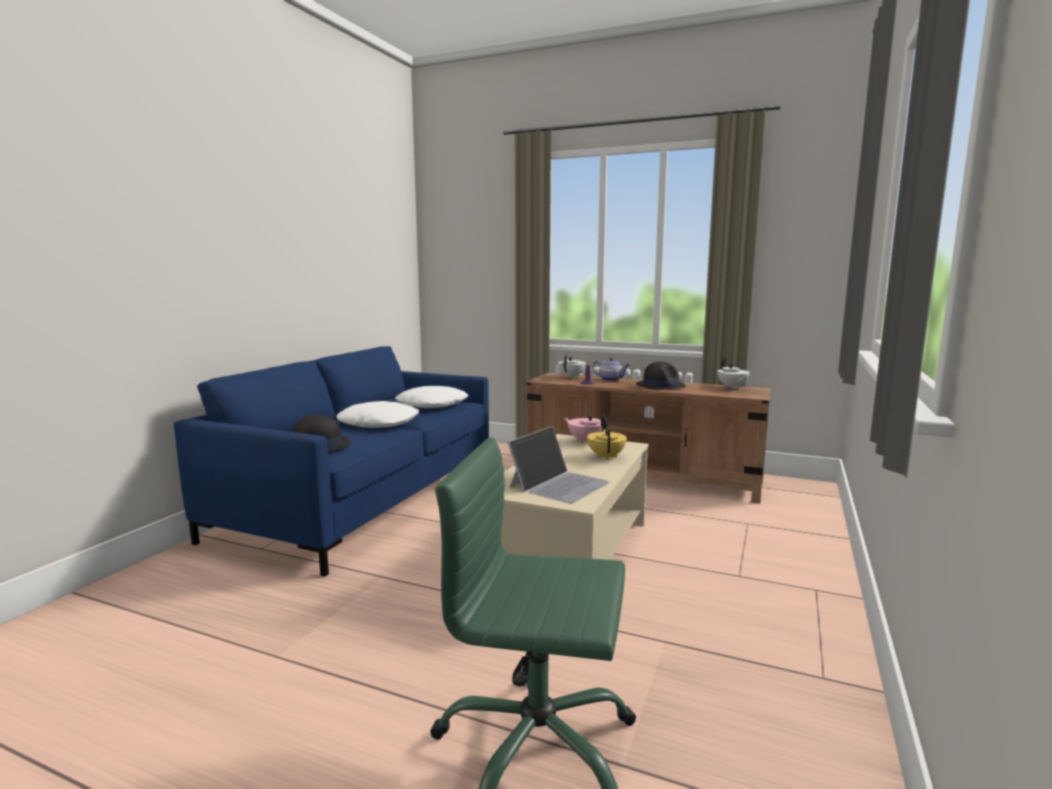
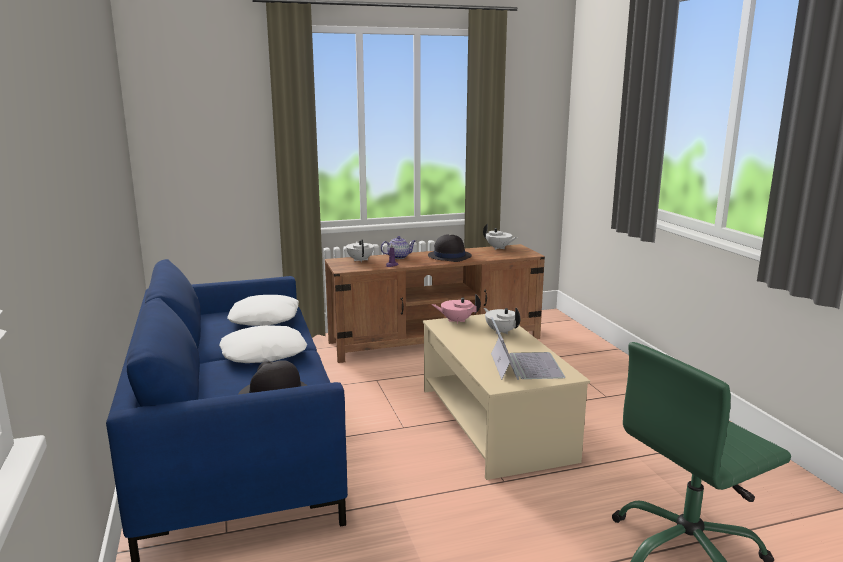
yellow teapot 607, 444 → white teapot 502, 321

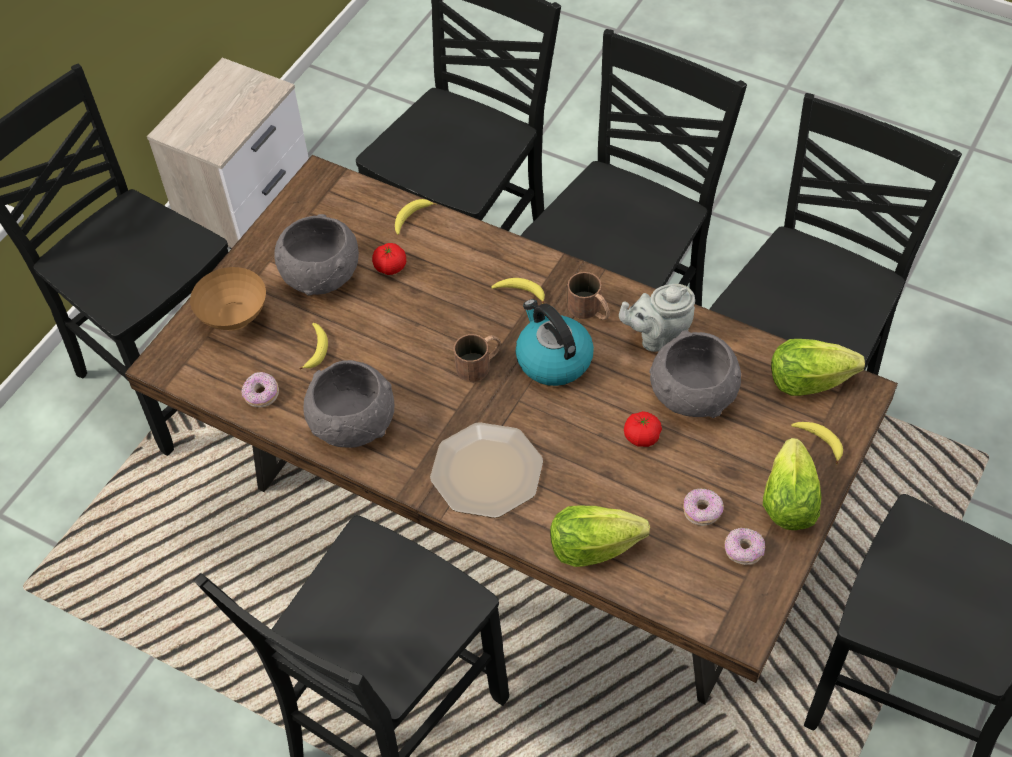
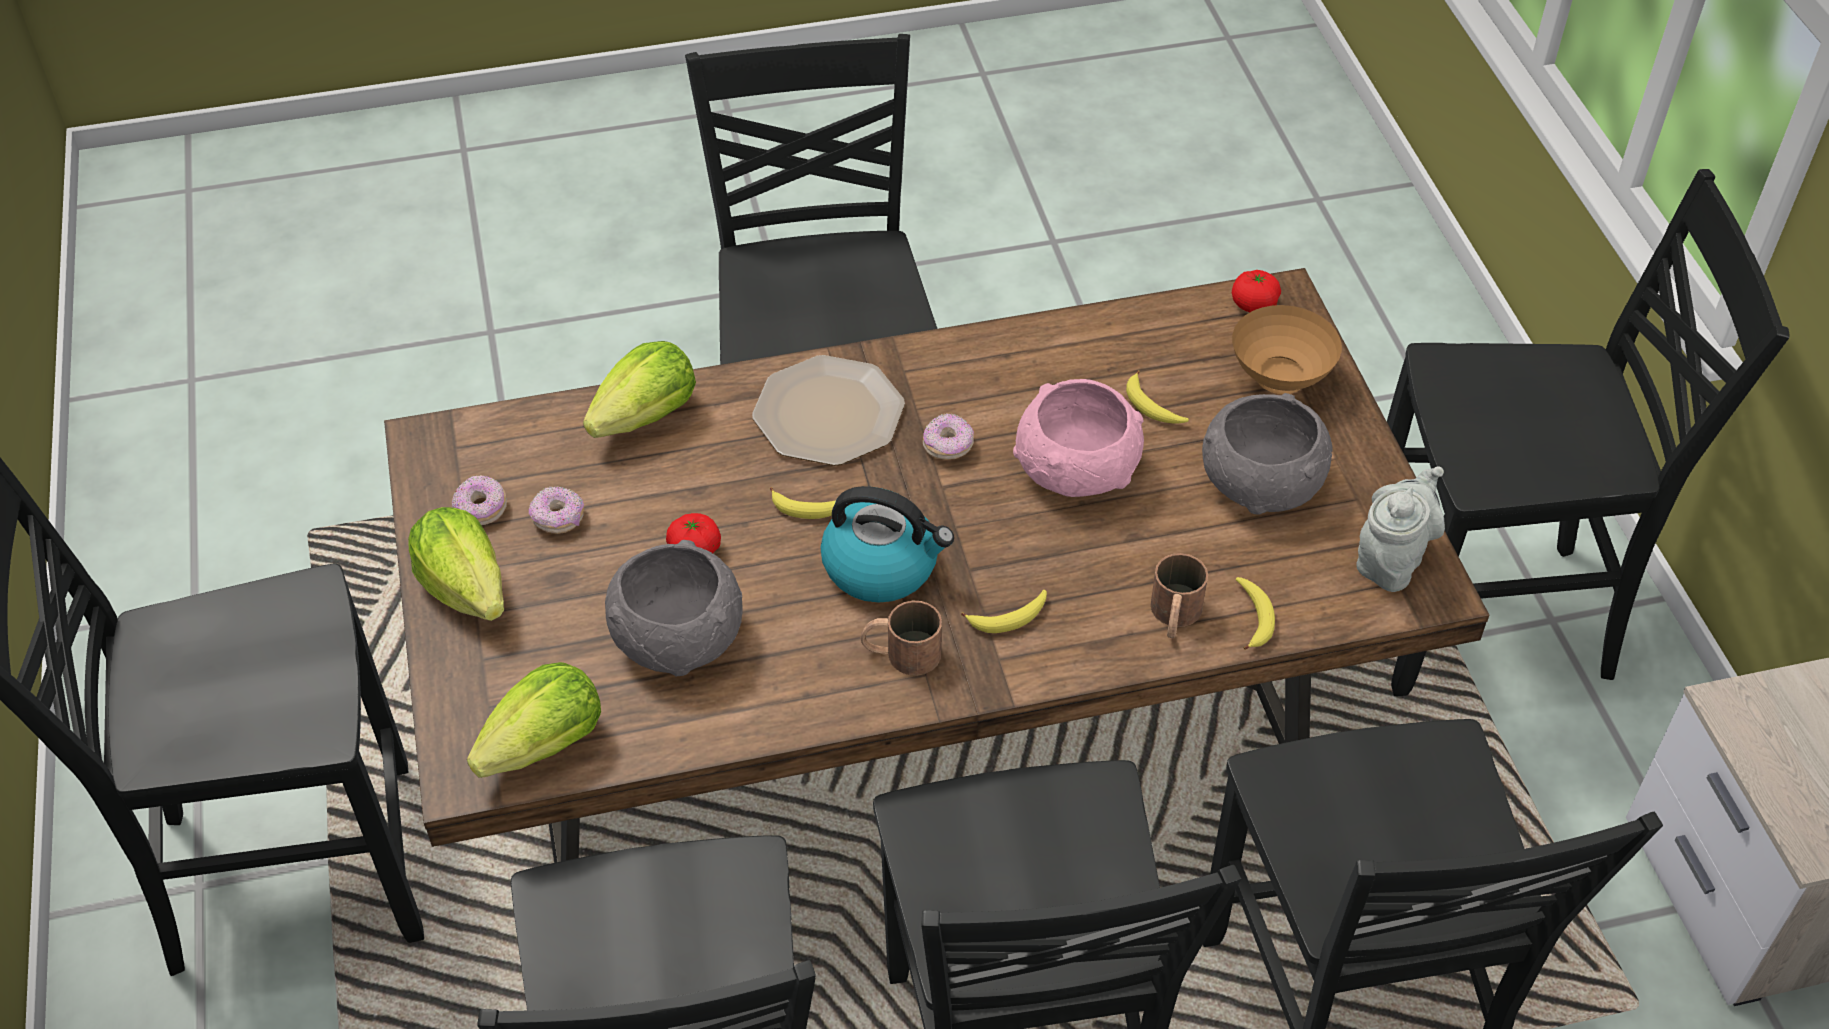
tomato 389, 259 → tomato 1256, 291, move
grey teapot 657, 318 → grey teapot 1401, 529, move
brown mug 477, 358 → brown mug 1179, 595, move
grey bowl 348, 404 → -
donut 260, 390 → donut 948, 436, move
banana 817, 443 → banana 809, 503, move
- → pink bowl 1078, 438

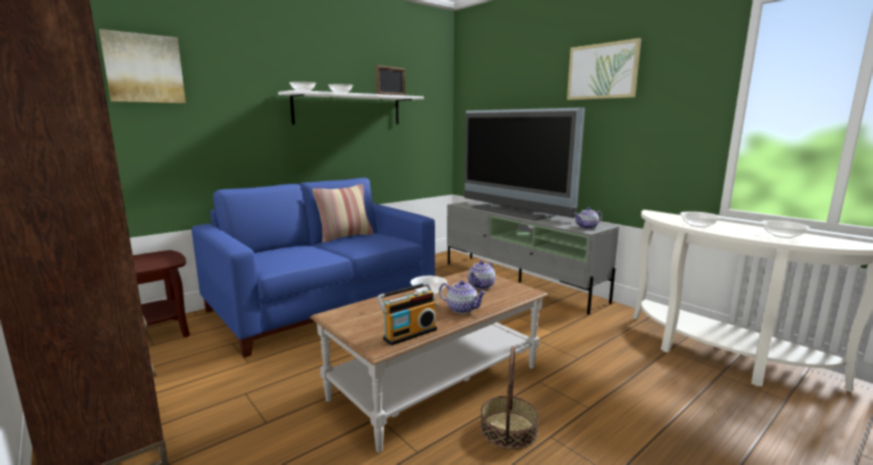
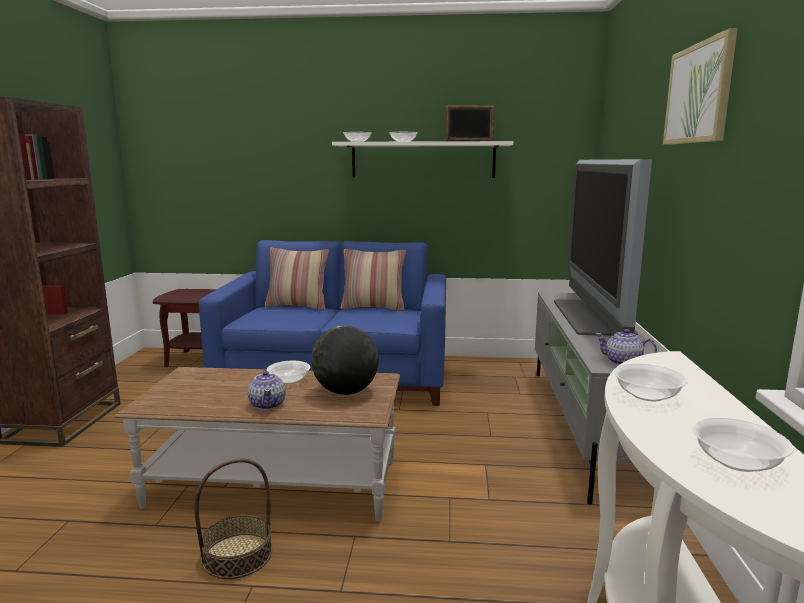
picture 142, 66 → -
teapot 481, 275 → globe 345, 360
radio 407, 314 → -
- → pillow 297, 279

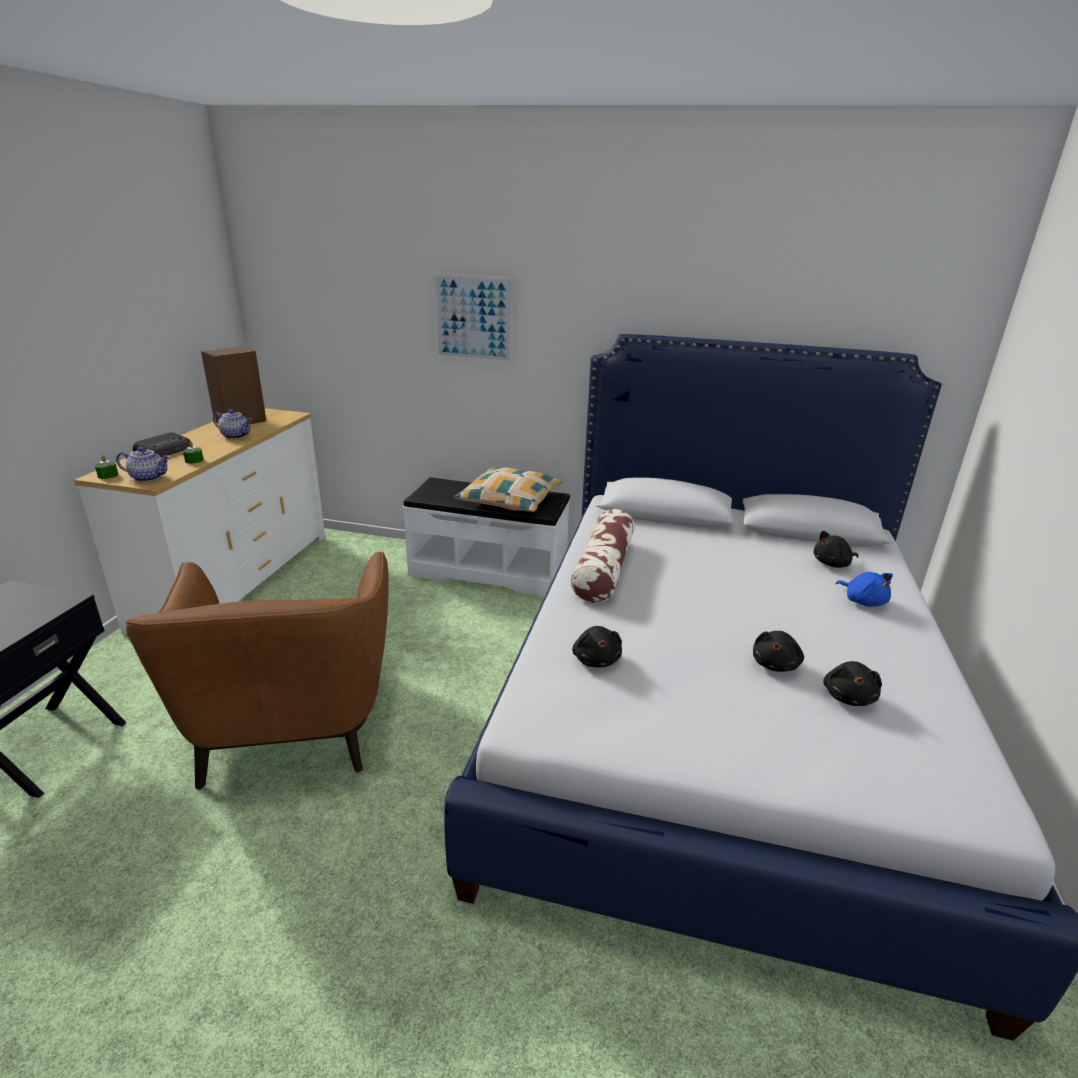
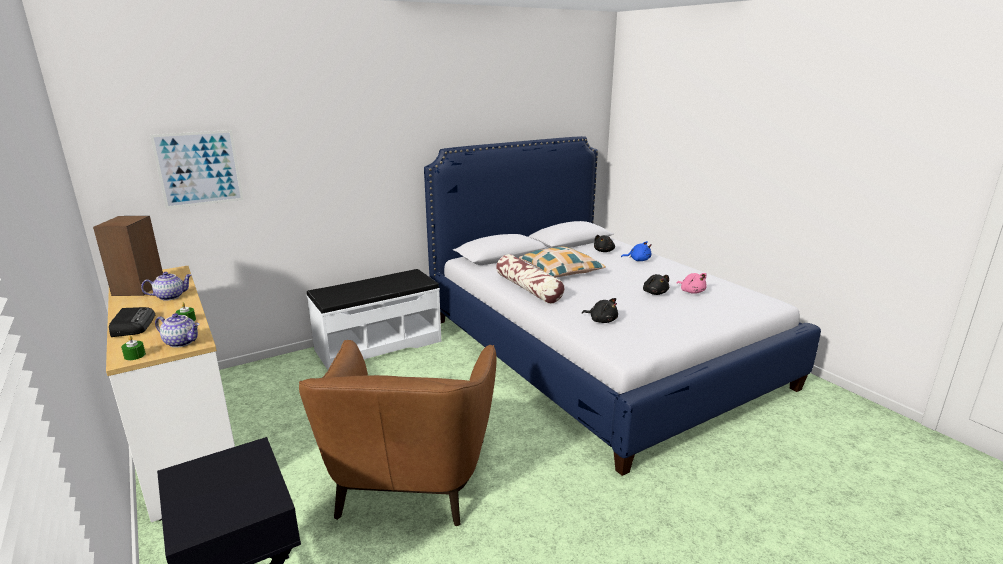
picture 473, 318 → picture 196, 169, move
teapot 143, 464 → teapot 177, 330, 60 degrees clockwise
pillow 508, 489 → pillow 562, 262, move
brown armchair 257, 671 → brown armchair 398, 433, 60 degrees clockwise
black plush toy 852, 683 → pink plush toy 691, 283

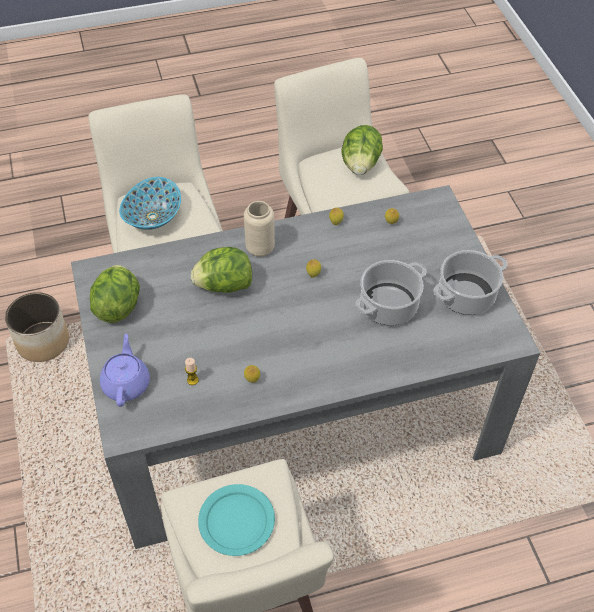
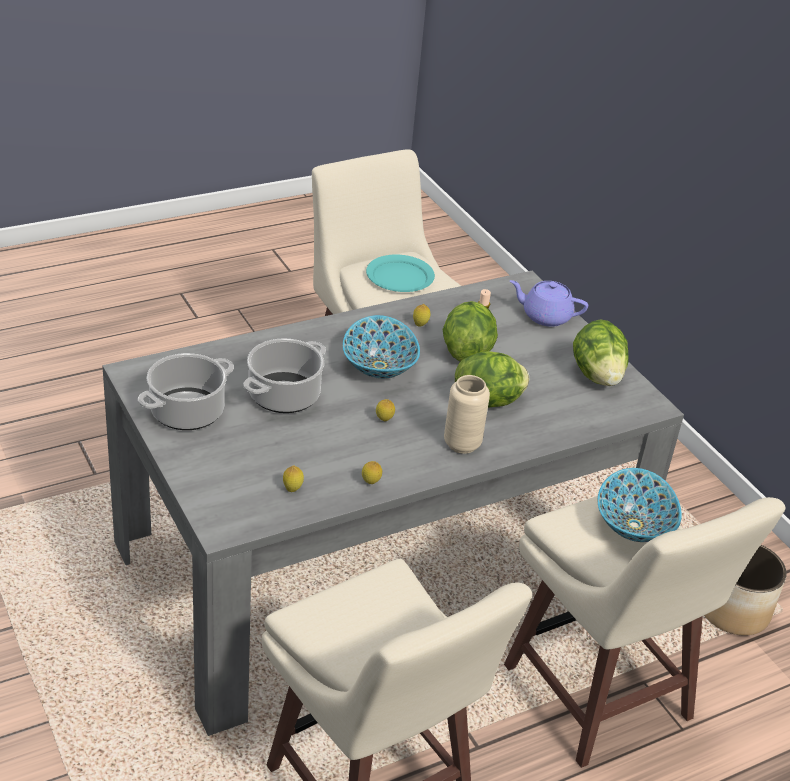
lettuce 362, 150 → lettuce 470, 331, move
purple teapot 125, 370 → purple teapot 549, 303, 120 degrees clockwise
- → bowl 381, 347

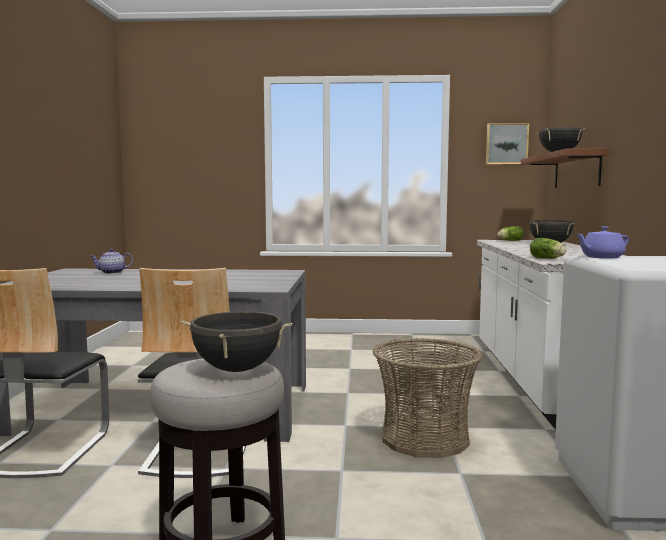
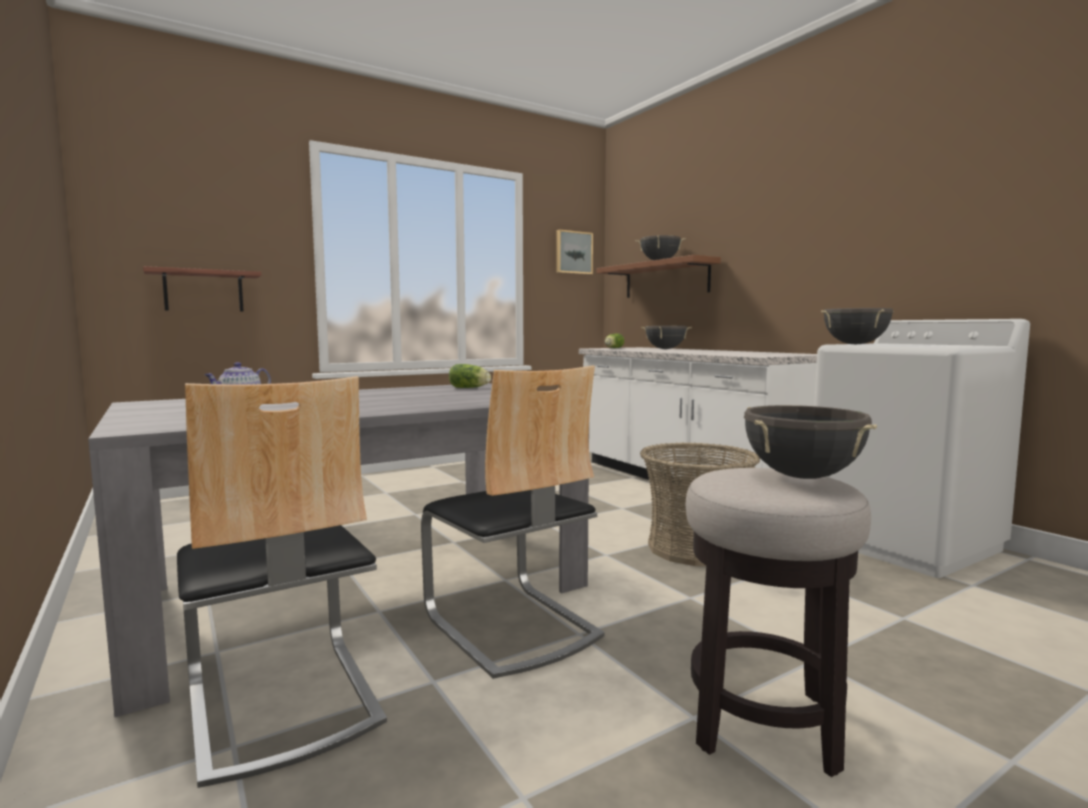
purple teapot 602, 242 → black cooking pot 857, 326
lettuce 548, 248 → lettuce 470, 376, move
- → shelf 202, 288

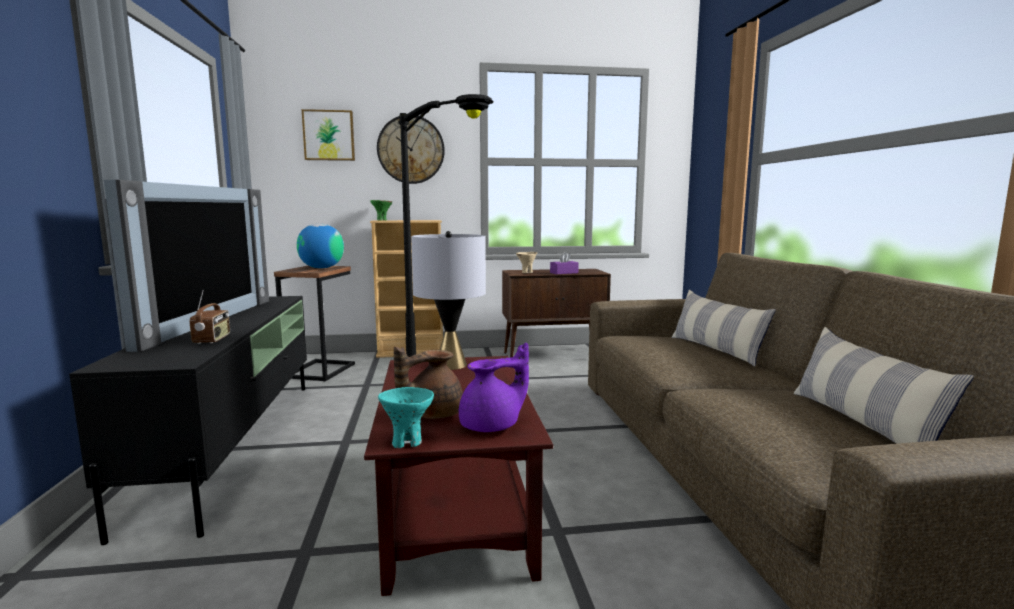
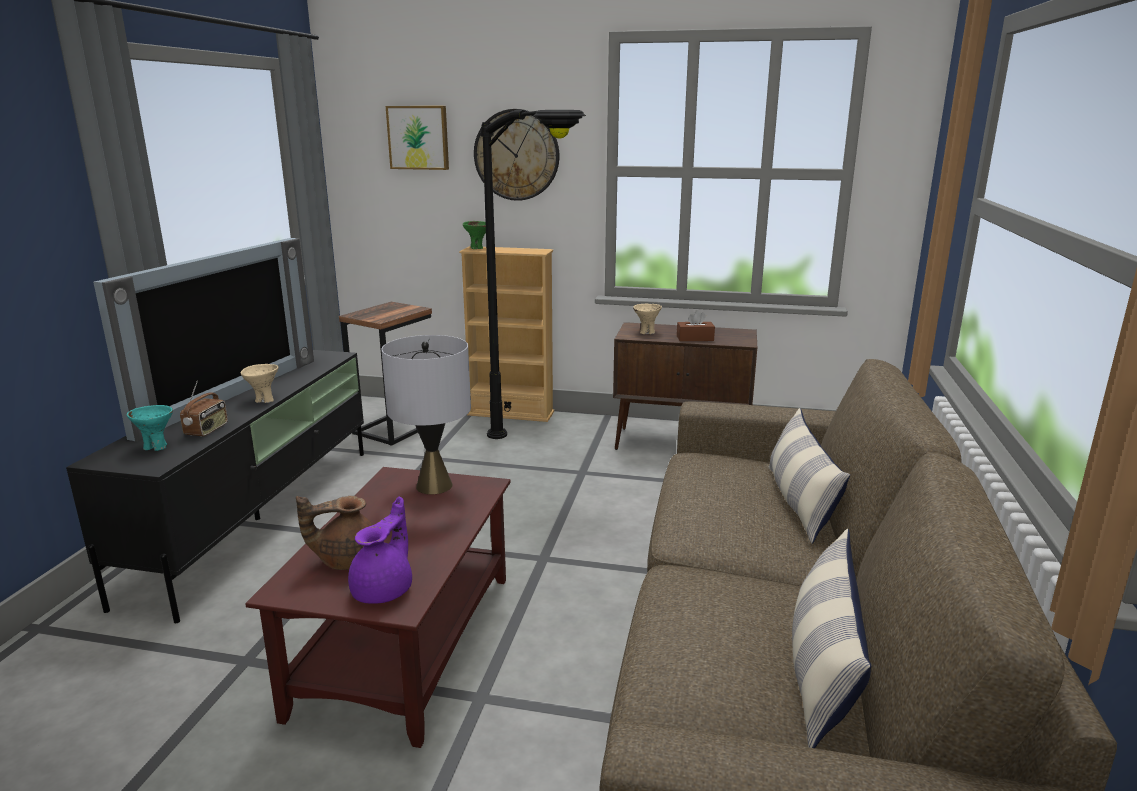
globe 320, 246 → -
purple tissue box 564, 263 → brown tissue box 696, 325
purple teapot 494, 387 → purple teapot 380, 550, 60 degrees counterclockwise
turquoise bowl 406, 417 → turquoise bowl 150, 428, move
- → beige bowl 259, 383

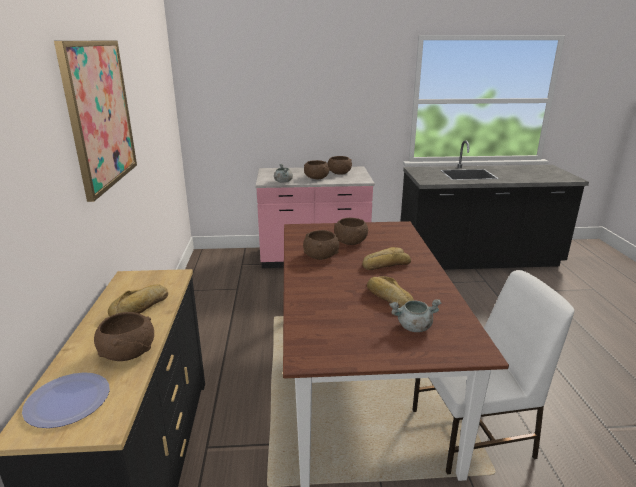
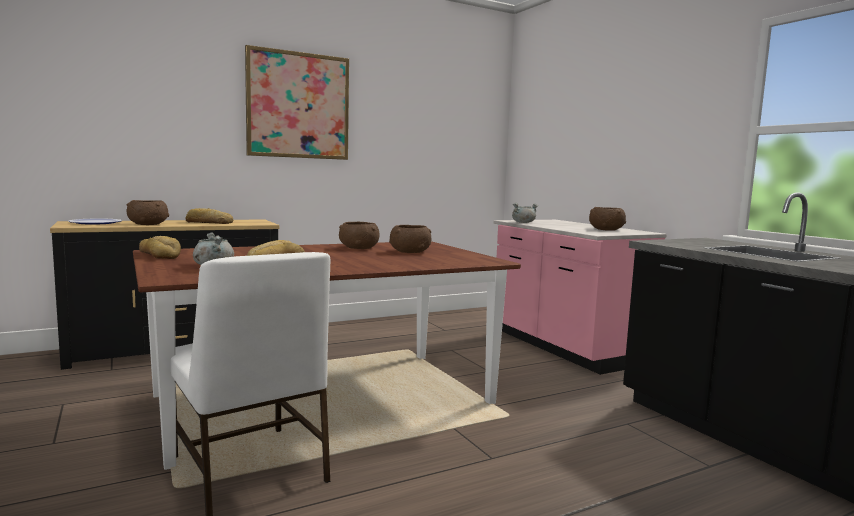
brown bowl 316, 169 → -
bread 386, 258 → bread 160, 247, move

